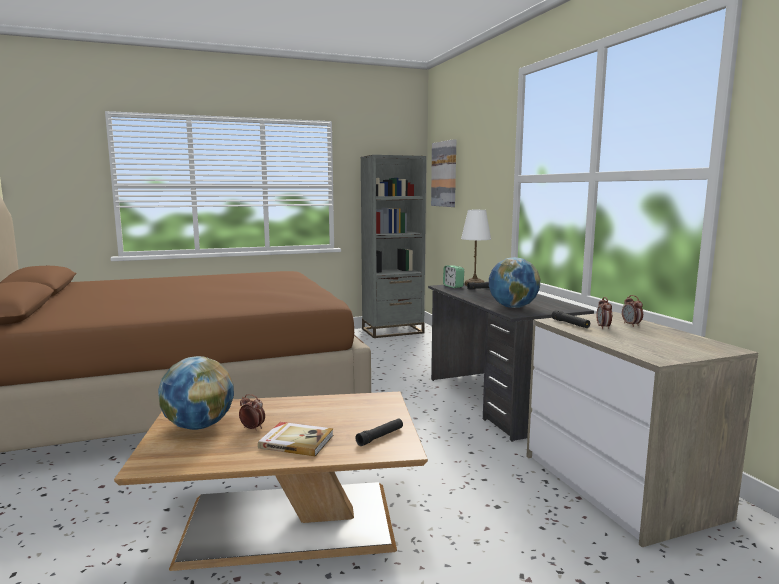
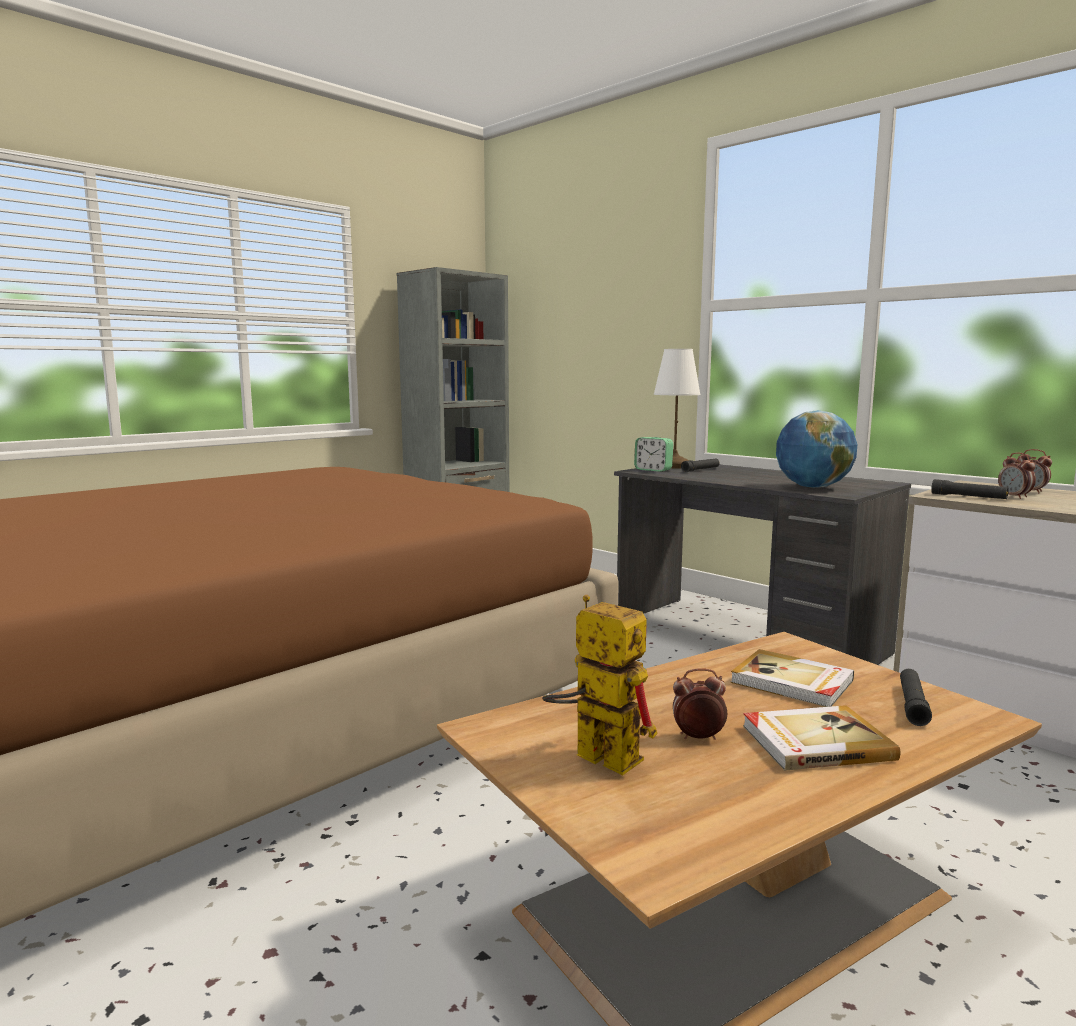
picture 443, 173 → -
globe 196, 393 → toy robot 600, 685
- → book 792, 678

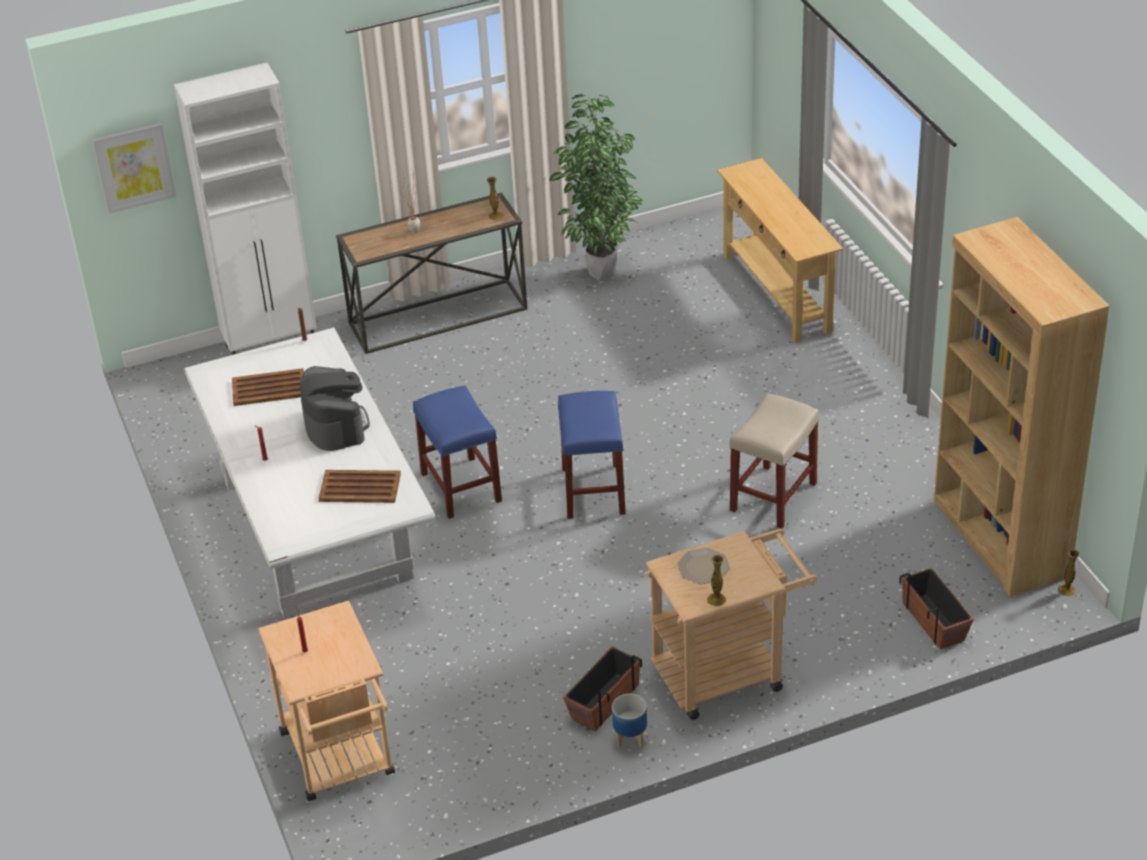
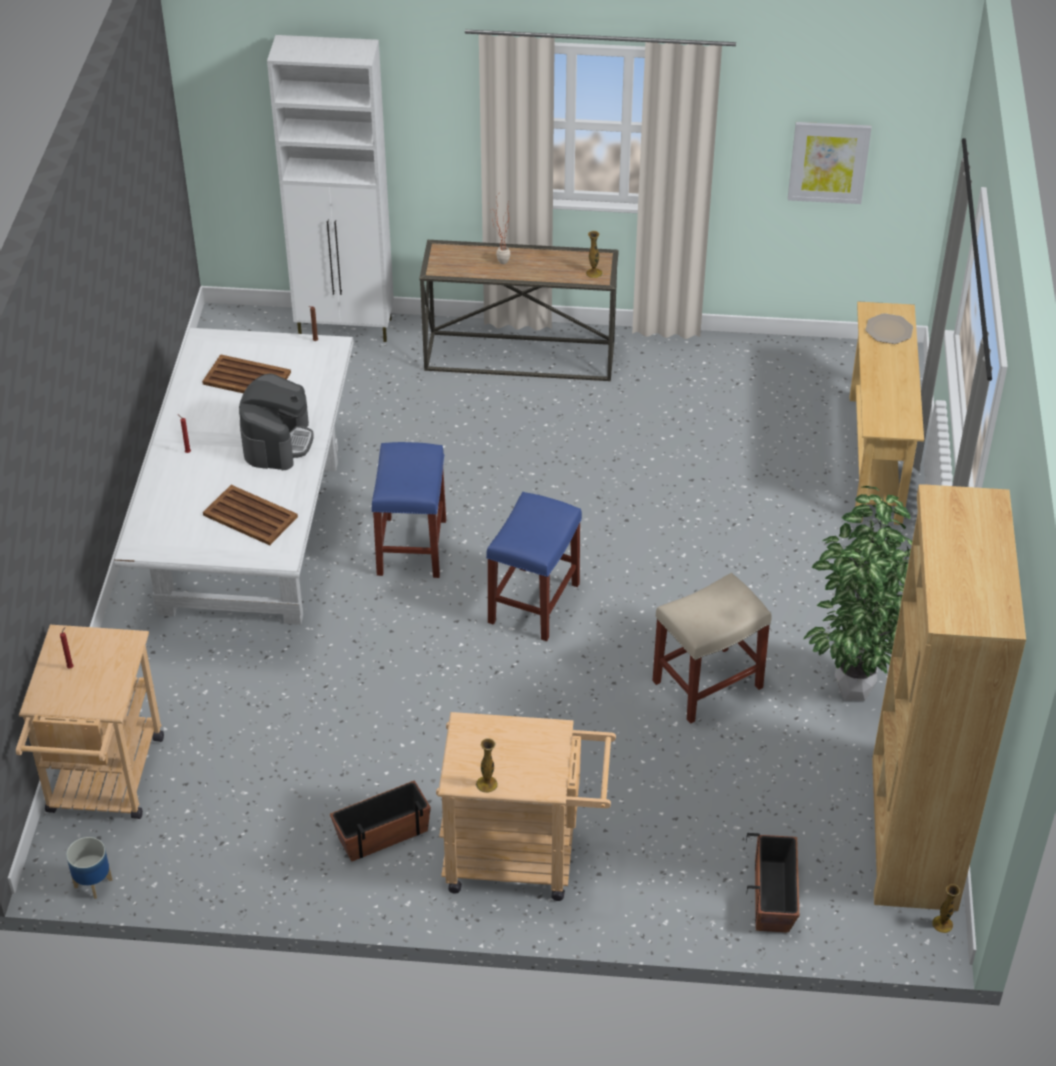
potted plant 596, 187 → potted plant 857, 593, move
picture 134, 168 → picture 830, 163, move
plate 703, 566 → plate 889, 328, move
planter 629, 721 → planter 89, 868, move

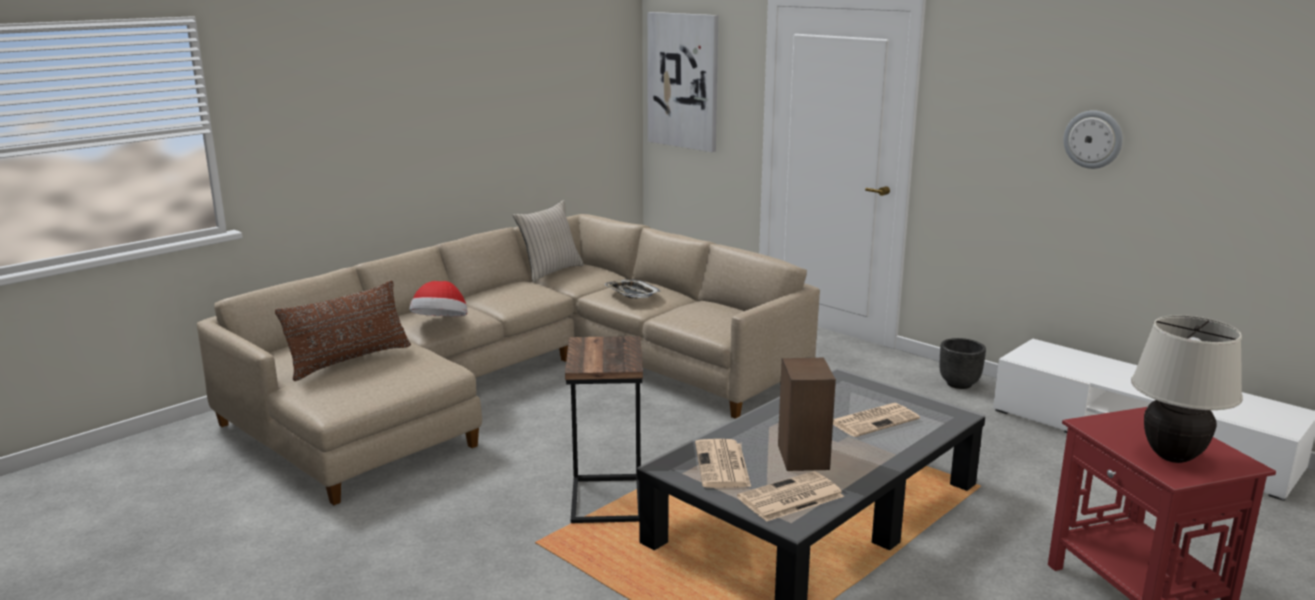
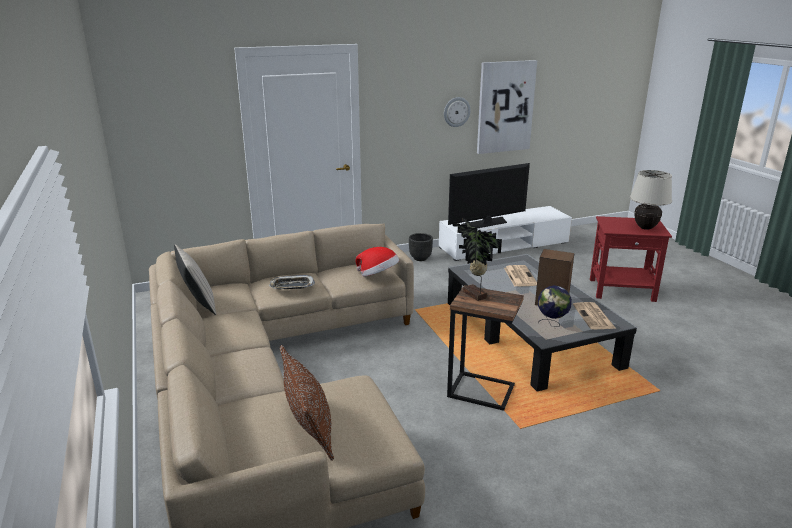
picture 682, 82 → picture 507, 107, move
hat 438, 298 → hat 377, 262, move
newspaper 723, 463 → globe 555, 306
- → television 489, 195
- → potted plant 477, 259

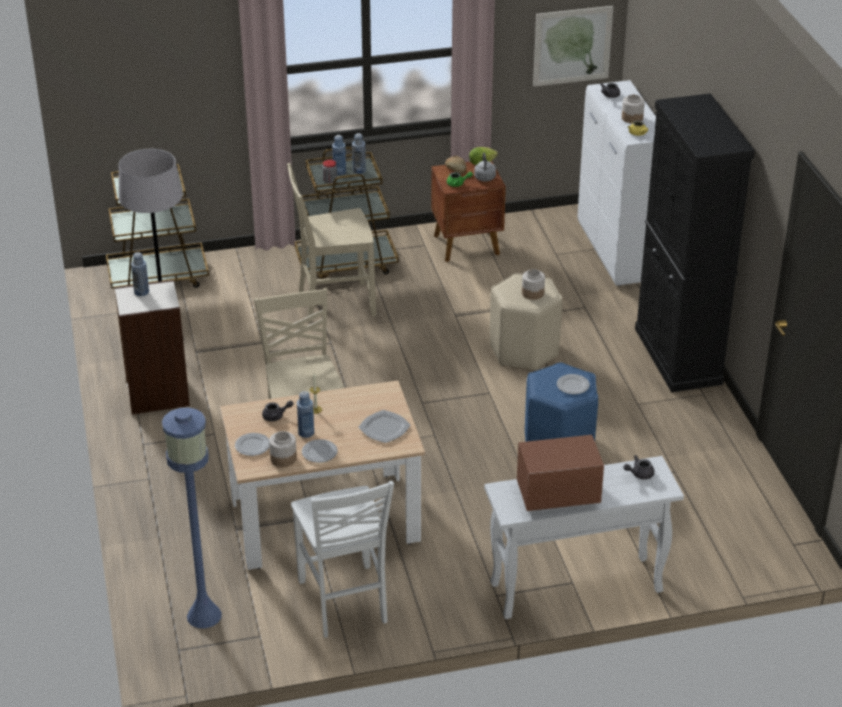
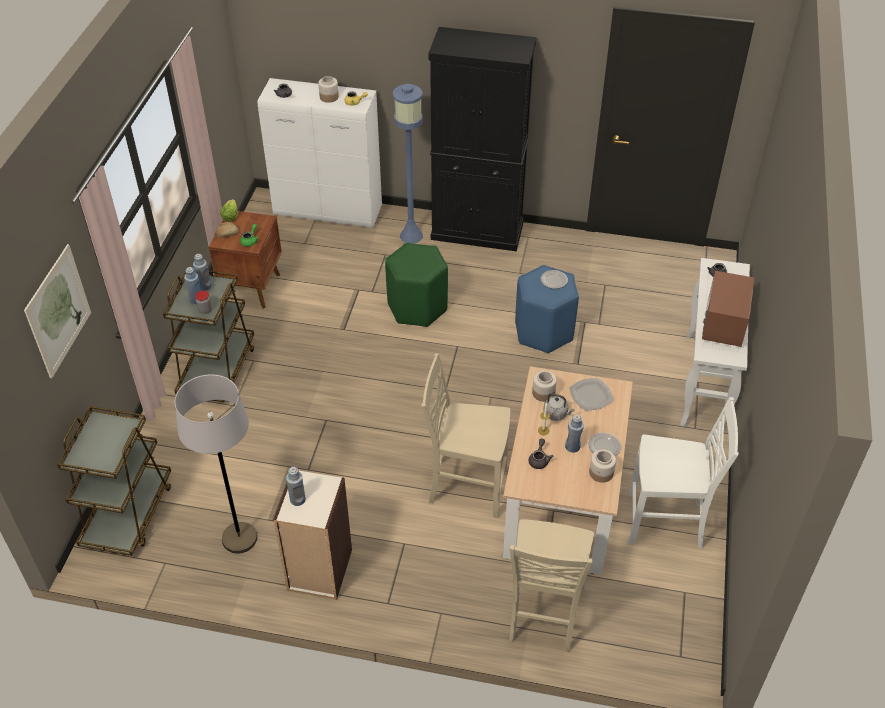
picture 573, 46 → picture 57, 311, move
grey kettle 485, 167 → grey kettle 559, 407, move
beige chair 331, 243 → beige chair 551, 585, move
jar 533, 284 → jar 544, 386, move
beige stool 526, 322 → green stool 416, 285
blue floor lamp 192, 518 → blue floor lamp 408, 164, move
plate 252, 444 → -

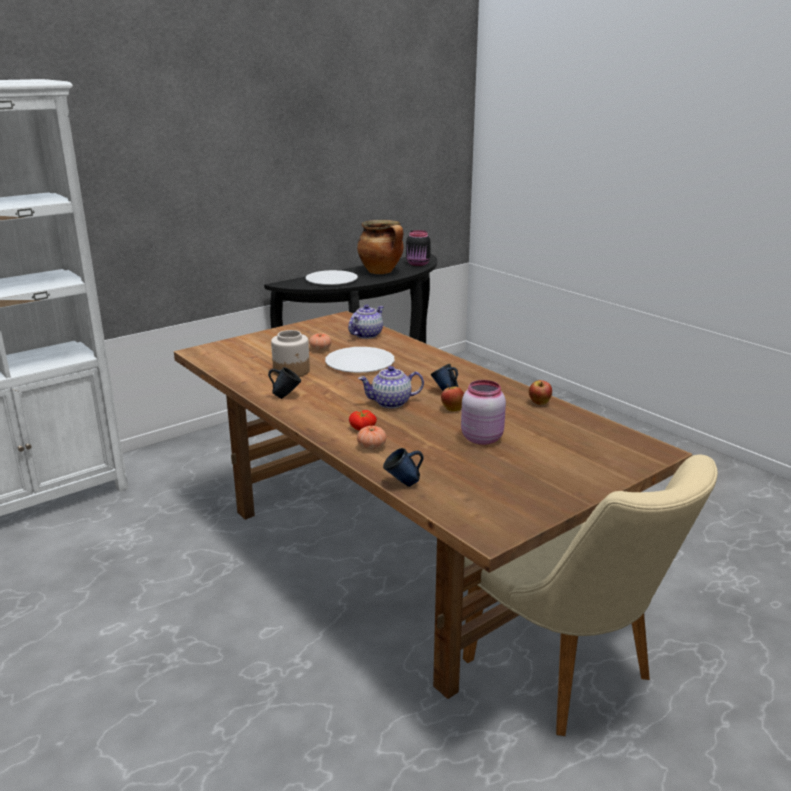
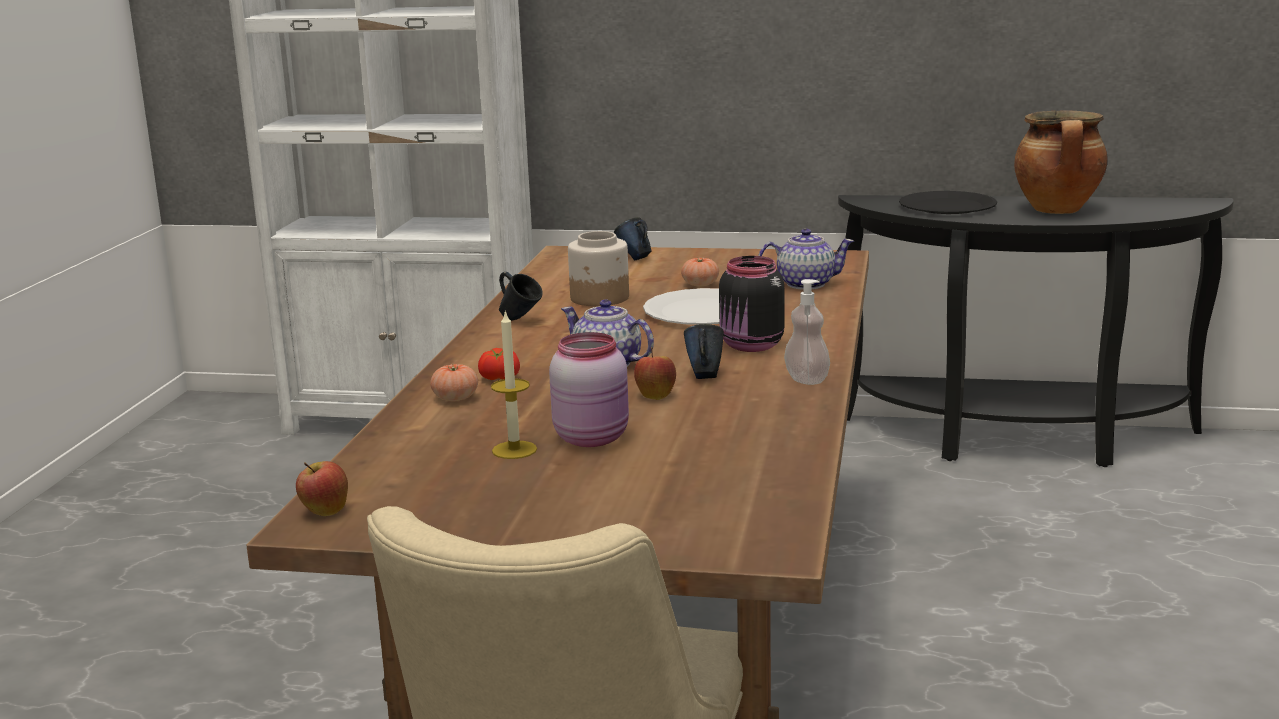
black jar 418, 248 → black jar 751, 304, move
white plate 331, 277 → black plate 948, 202
apple 540, 392 → apple 322, 488, move
blue mug 403, 467 → blue mug 632, 238, move
- → soap dispenser 807, 332
- → candle 514, 384

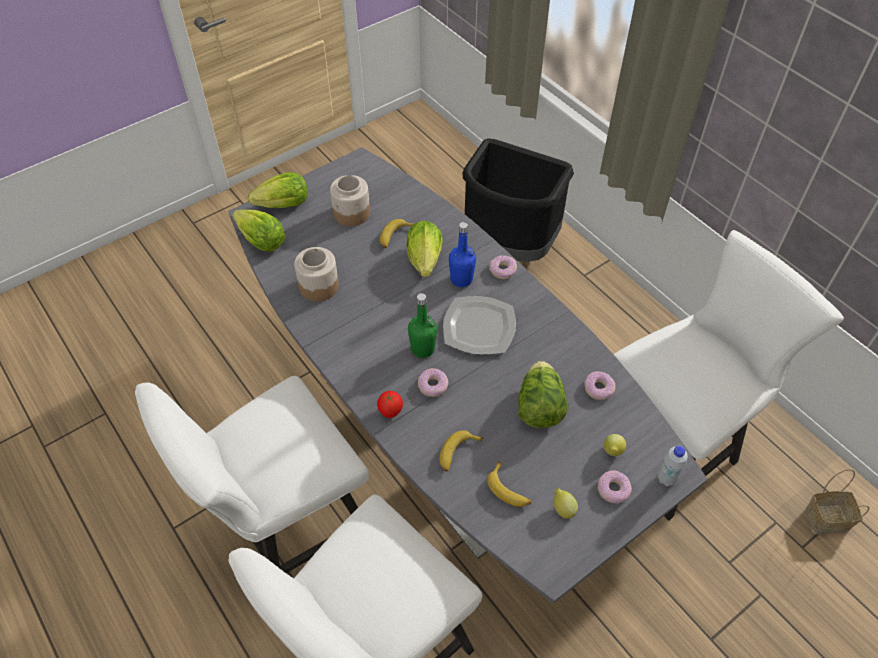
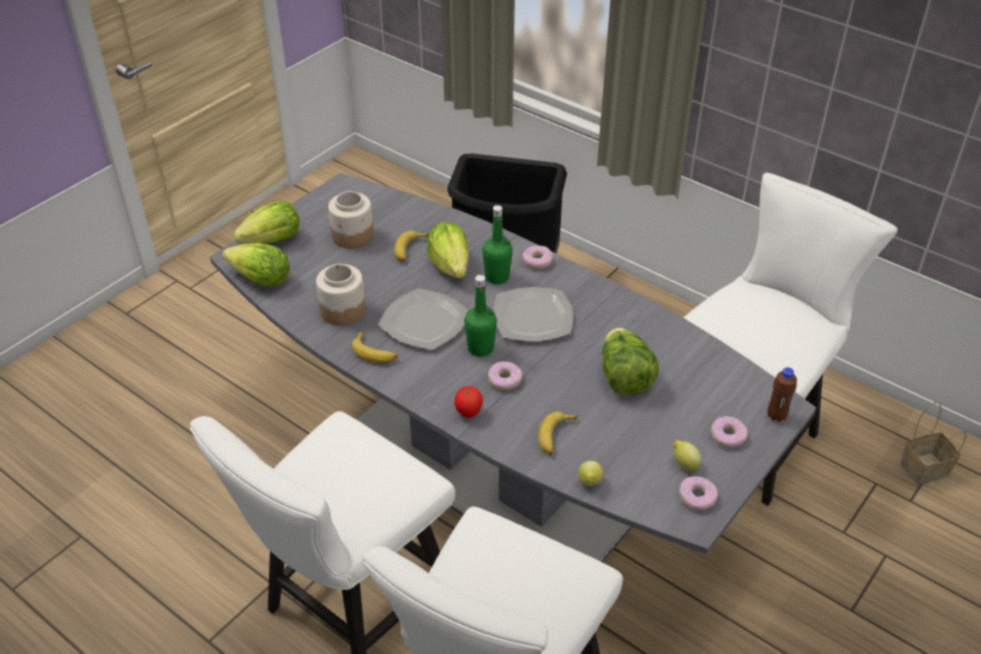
blue bottle 462, 254 → green bottle 497, 244
donut 600, 385 → donut 698, 493, move
lemon 615, 445 → lemon 590, 473, move
white bottle 673, 466 → brown bottle 782, 394
banana 509, 484 → banana 374, 347, move
- → plate 423, 319

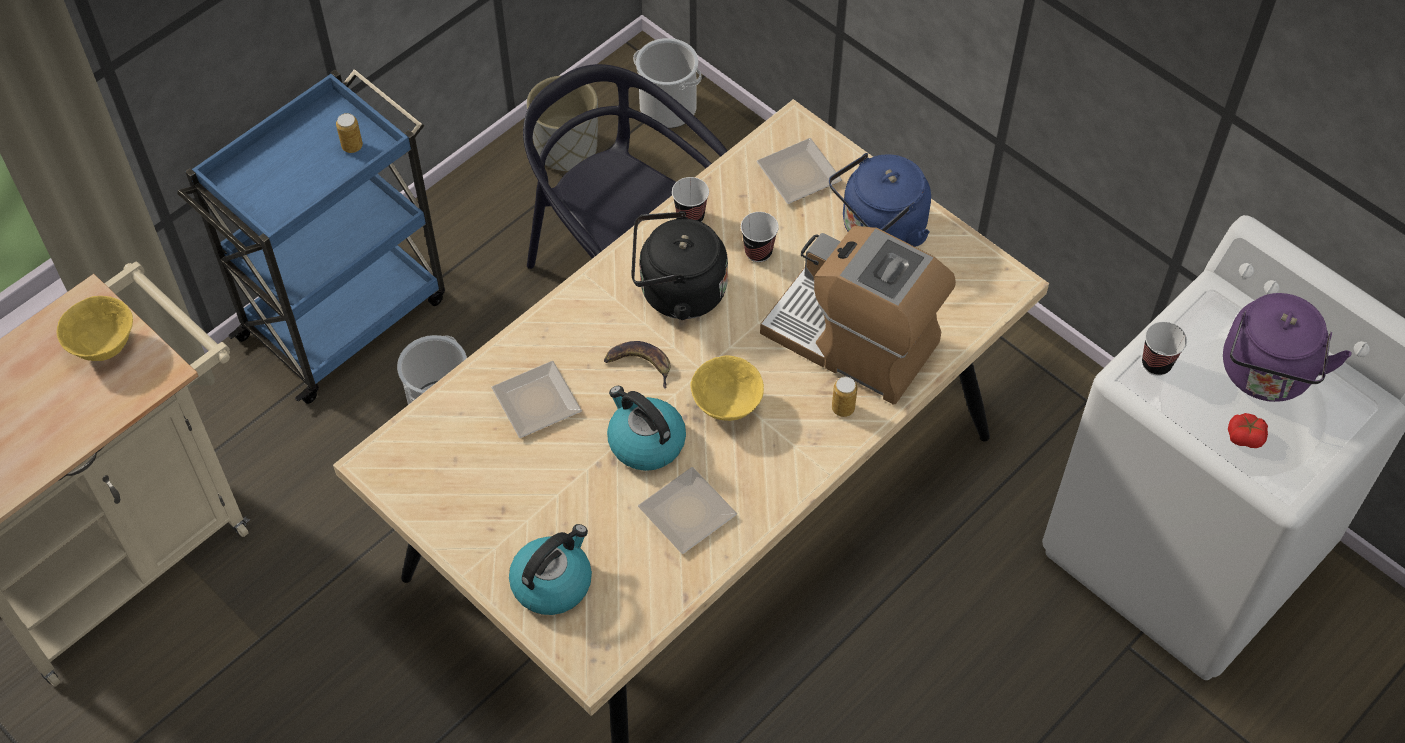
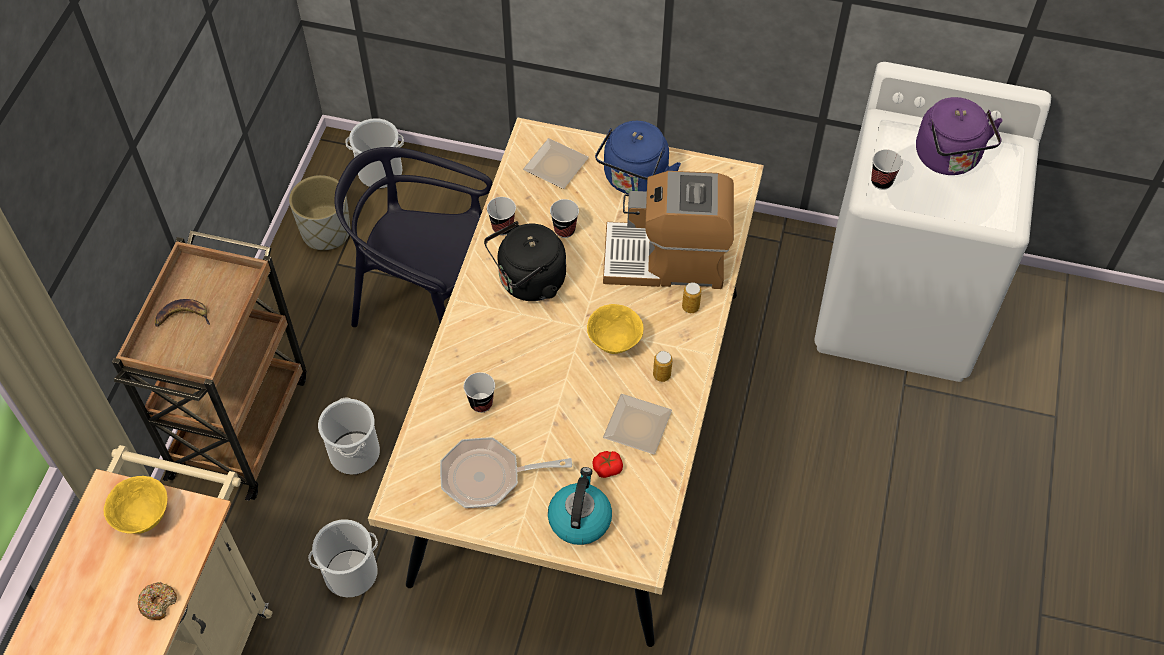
blue cart 311, 236 → brown cart 209, 365
can 349, 133 → can 663, 366, move
banana 637, 365 → banana 182, 313, move
plate 536, 399 → cup 479, 392
kettle 646, 428 → -
tomato 1248, 430 → tomato 607, 464, move
- → frying pan 506, 472
- → bucket 343, 558
- → donut 157, 601

